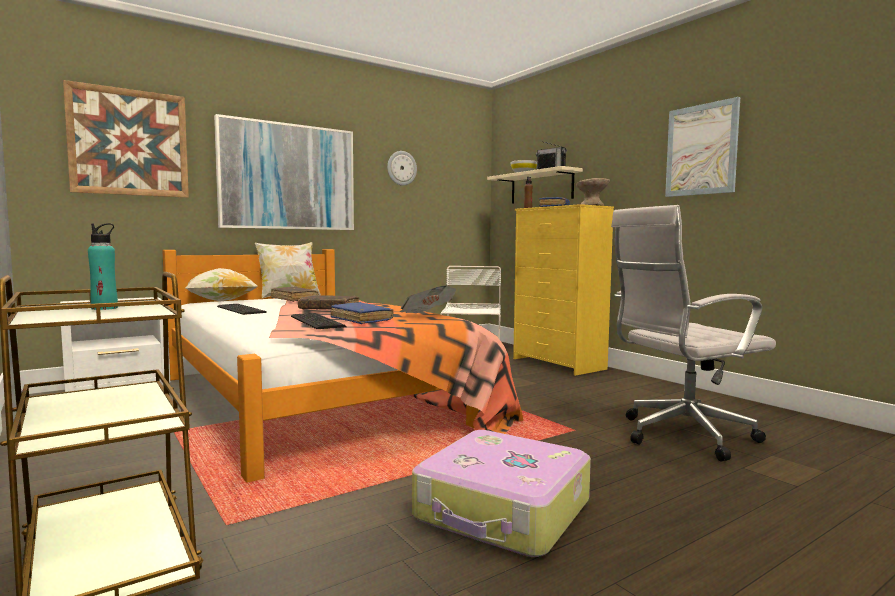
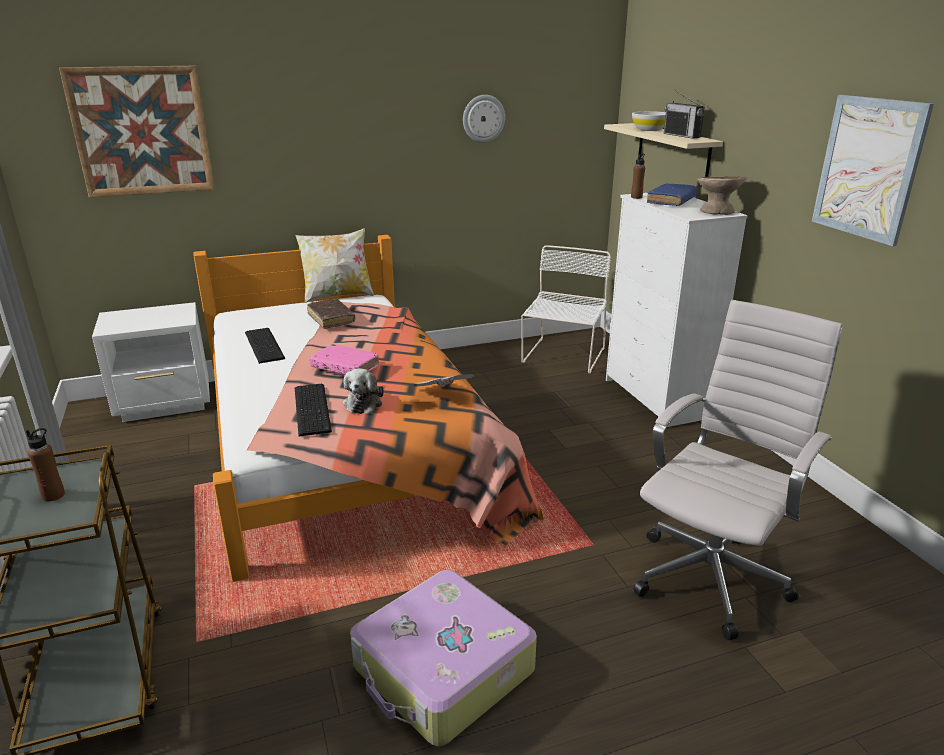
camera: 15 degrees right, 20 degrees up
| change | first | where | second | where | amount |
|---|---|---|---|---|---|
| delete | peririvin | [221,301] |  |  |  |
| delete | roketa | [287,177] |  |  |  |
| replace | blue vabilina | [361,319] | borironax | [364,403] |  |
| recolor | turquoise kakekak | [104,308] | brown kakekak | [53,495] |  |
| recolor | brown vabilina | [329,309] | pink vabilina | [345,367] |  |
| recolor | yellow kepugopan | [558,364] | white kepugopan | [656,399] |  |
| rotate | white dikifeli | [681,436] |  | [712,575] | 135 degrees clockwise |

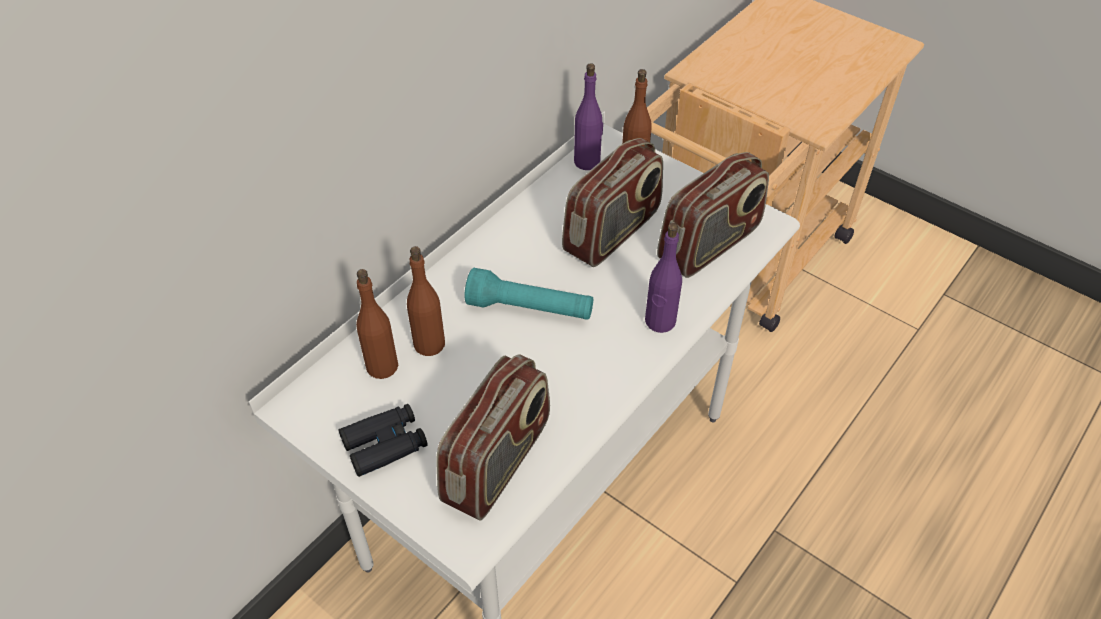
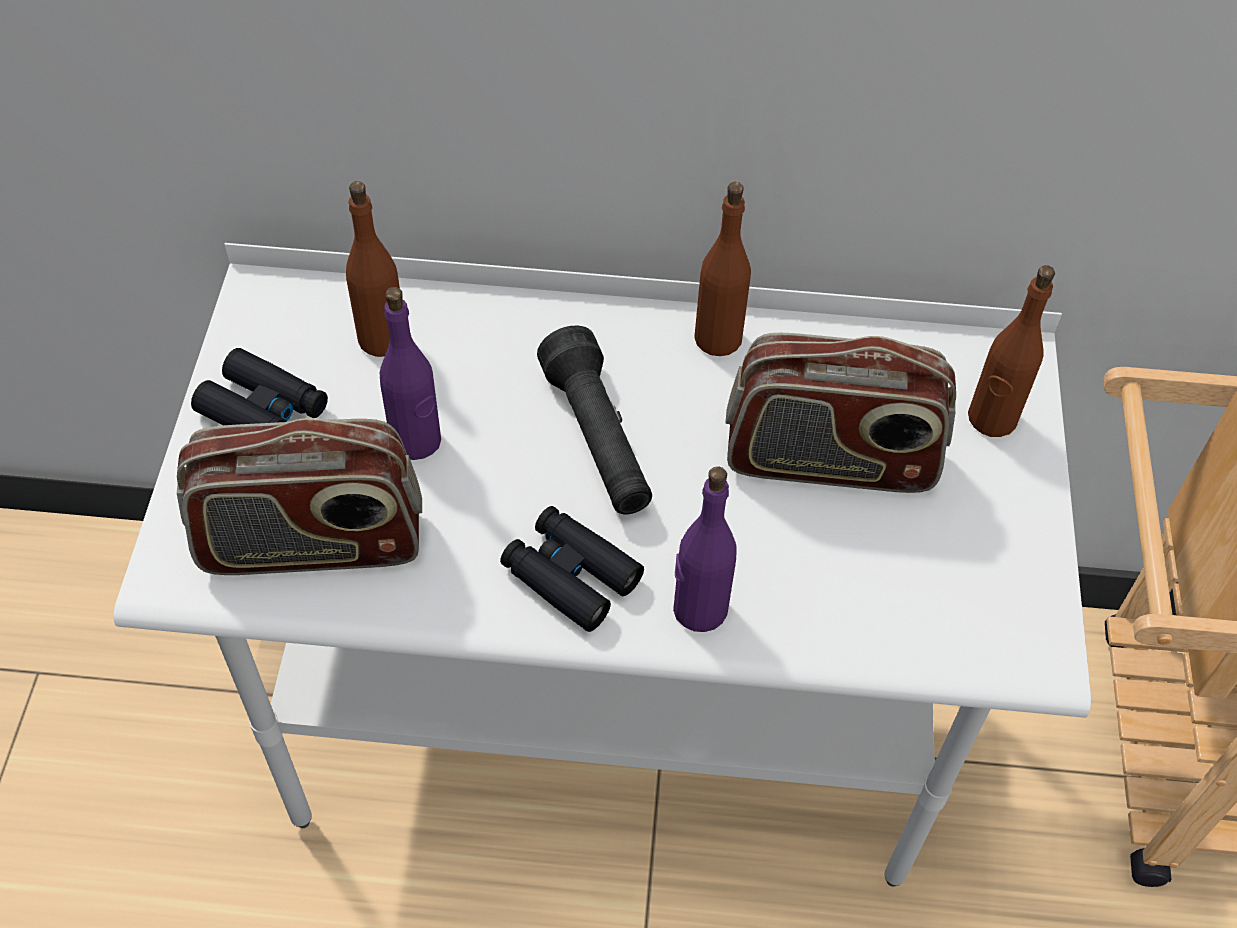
camera: 55 degrees right, 5 degrees up
| change | first | where | second | where | amount |
|---|---|---|---|---|---|
| delete | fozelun | [710,244] |  |  |  |
| insert |  |  | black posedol | [570,575] |  |
| move | brown kakekak | [429,343] |  | [718,338] |  |
| move | purple kakekak | [587,162] |  | [416,441] |  |
| recolor | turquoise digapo | [530,309] | black digapo | [598,440] |  |

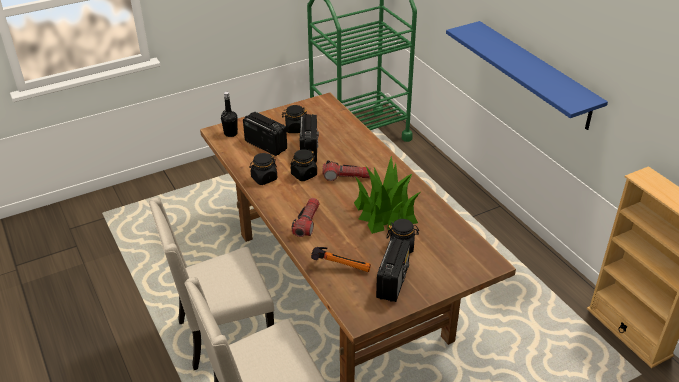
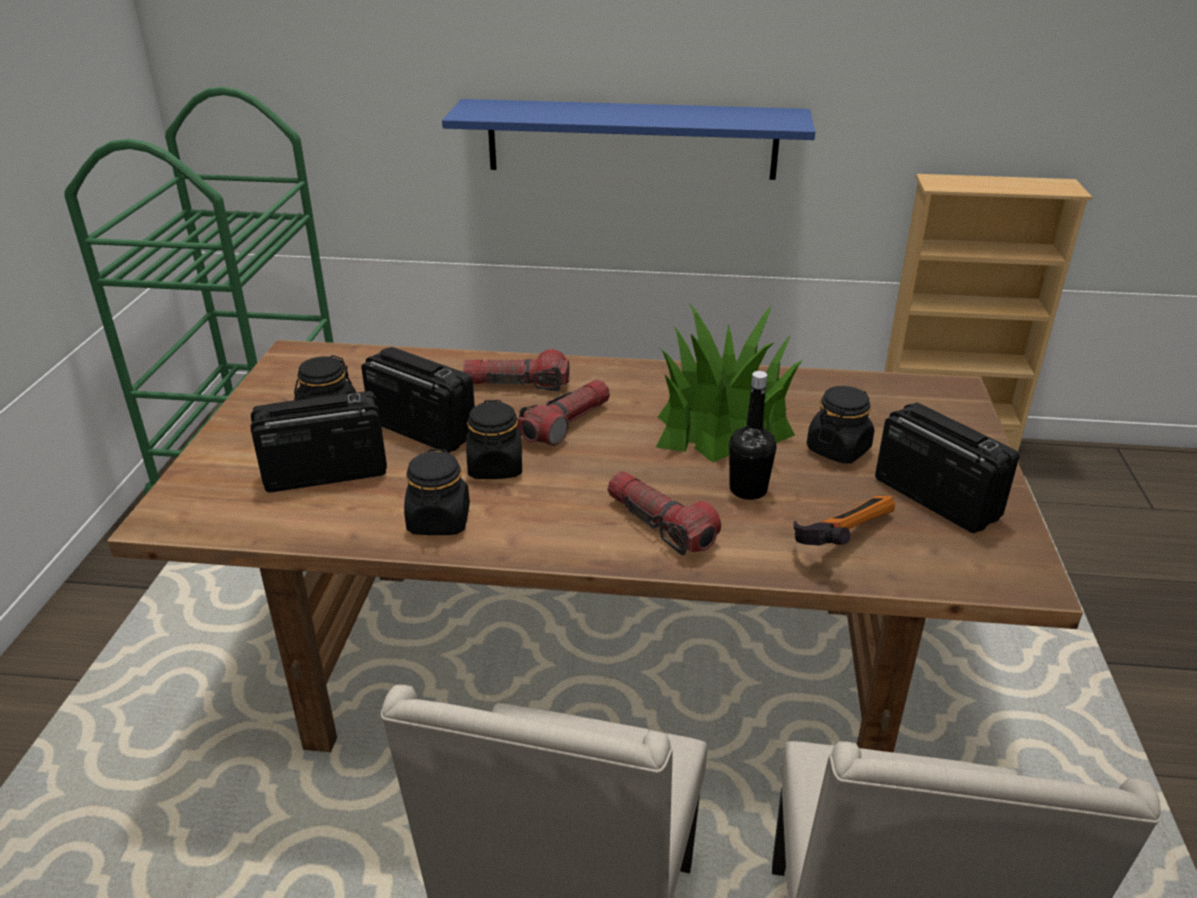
camera: 55 degrees left, 5 degrees down
| change | first | where | second | where | amount |
|---|---|---|---|---|---|
| insert |  |  | digapo | [517,385] |  |
| move | black kakekak | [230,133] |  | [748,490] |  |

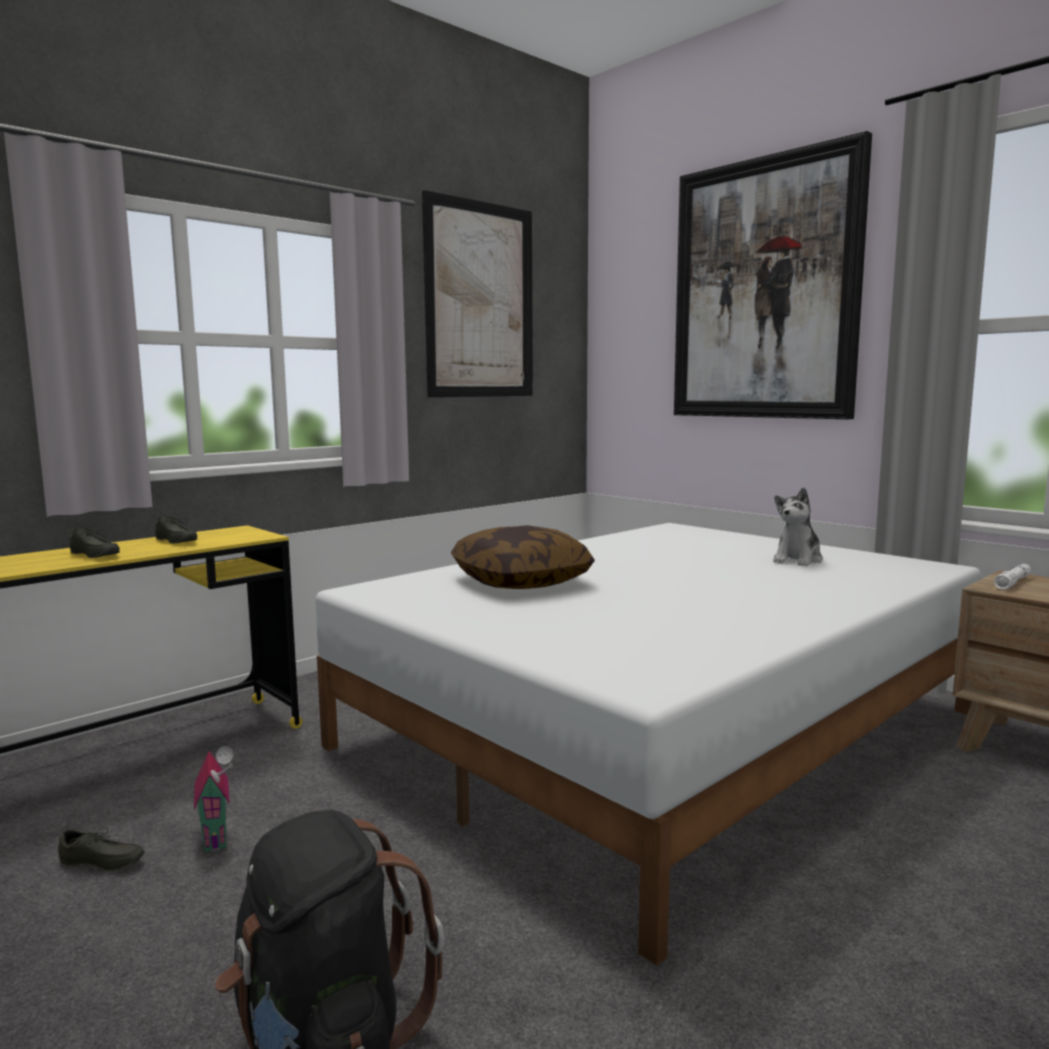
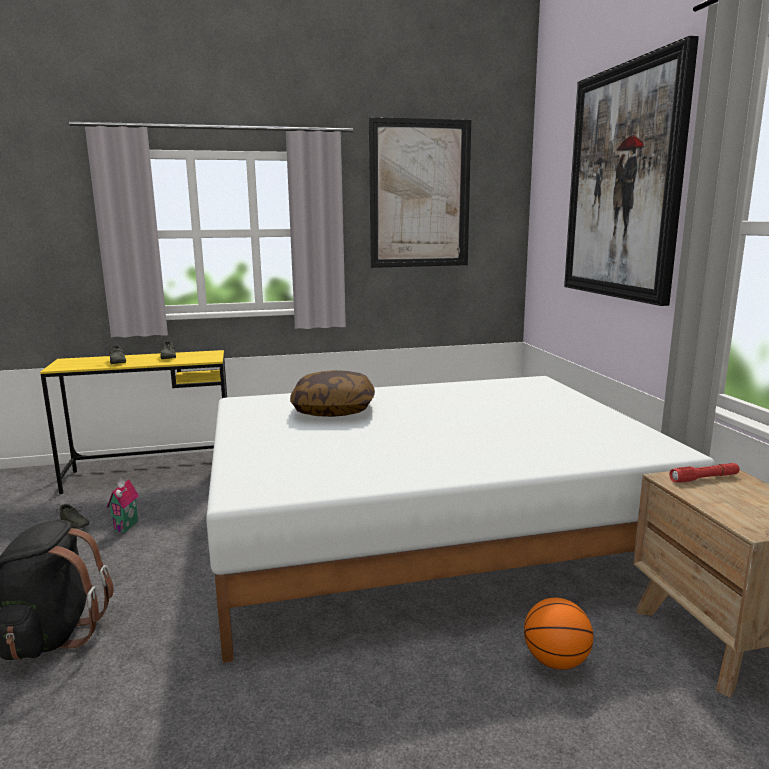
camera: 30 degrees right, 5 degrees up
| change | first | where | second | where | amount |
|---|---|---|---|---|---|
| delete | borironax | [798,560] |  |  |  |
| insert |  |  | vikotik | [556,661] |  |
| recolor | white digapo | [1013,583] | red digapo | [704,478] |  |

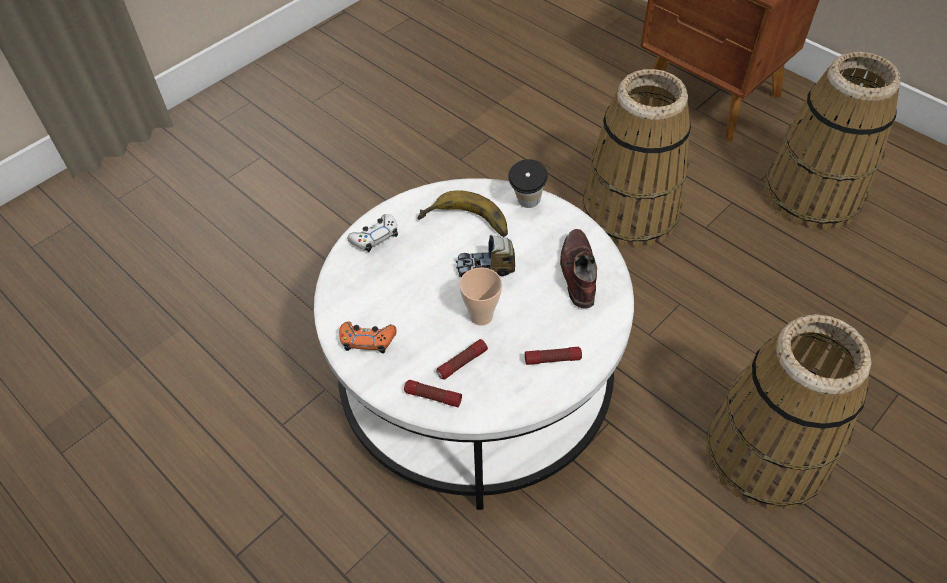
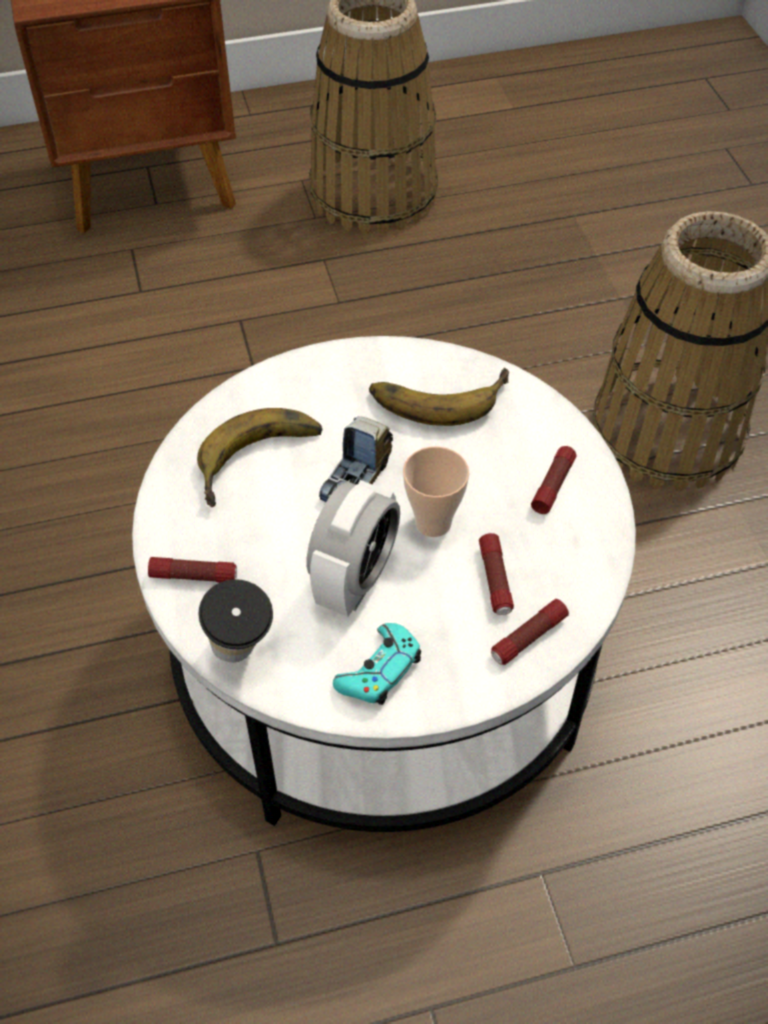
camera: 60 degrees left, 0 degrees up
| change | first | where | second | where | amount |
|---|---|---|---|---|---|
| delete | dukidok | [629,212] |  |  |  |
| insert |  |  | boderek | [355,580] |  |
| move | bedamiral | [526,205] |  | [242,654] |  |
| replace | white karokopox | [375,237] | digapo | [194,576] |  |
| replace | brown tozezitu | [578,272] | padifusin | [437,393] |  |
| recolor | orange karokopox | [367,340] | turquoise karokopox | [379,670] |  |

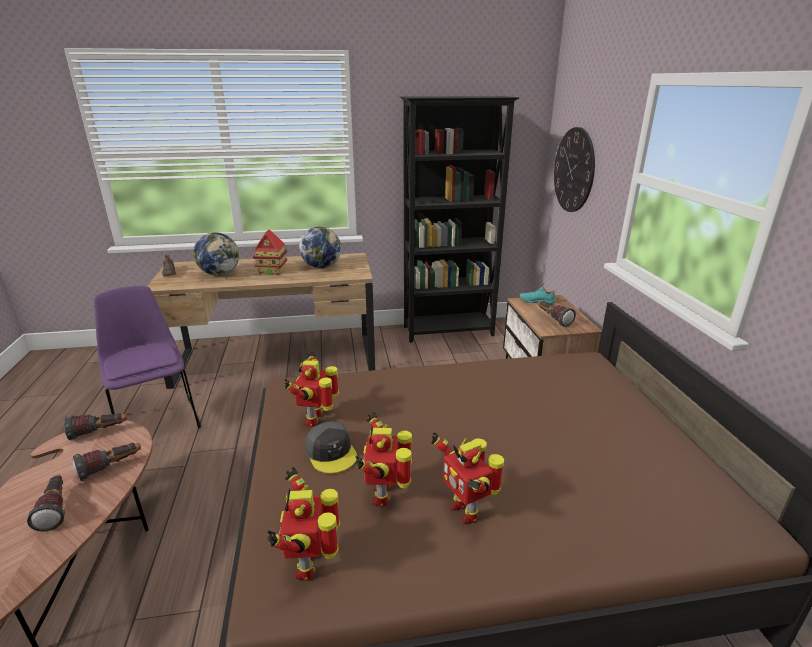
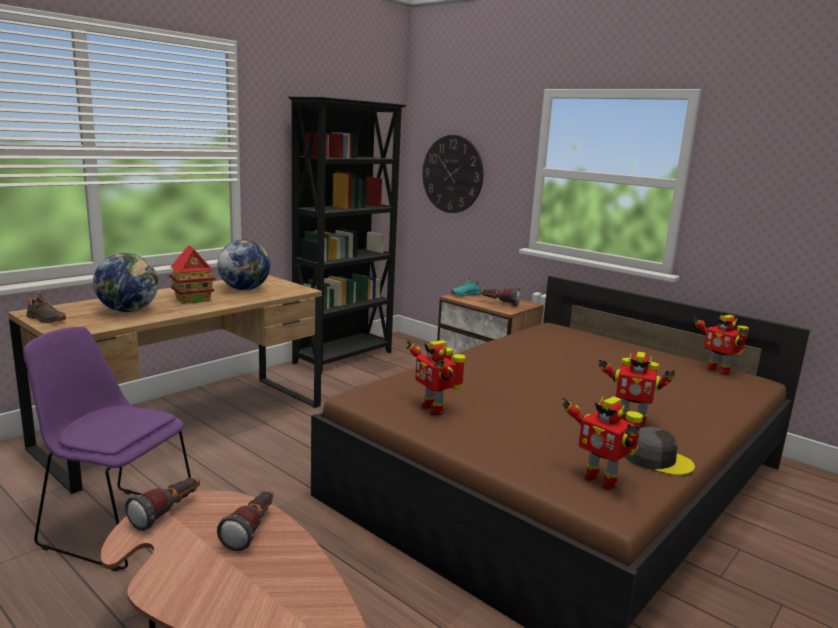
camera: 40 degrees left, 10 degrees down
| change | first | where | second | where | amount |
|---|---|---|---|---|---|
| delete | digapo | [56,509] |  |  |  |
| move | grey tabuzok | [331,452] |  | [657,460] |  |
| move | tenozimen | [384,494] |  | [718,370] |  |

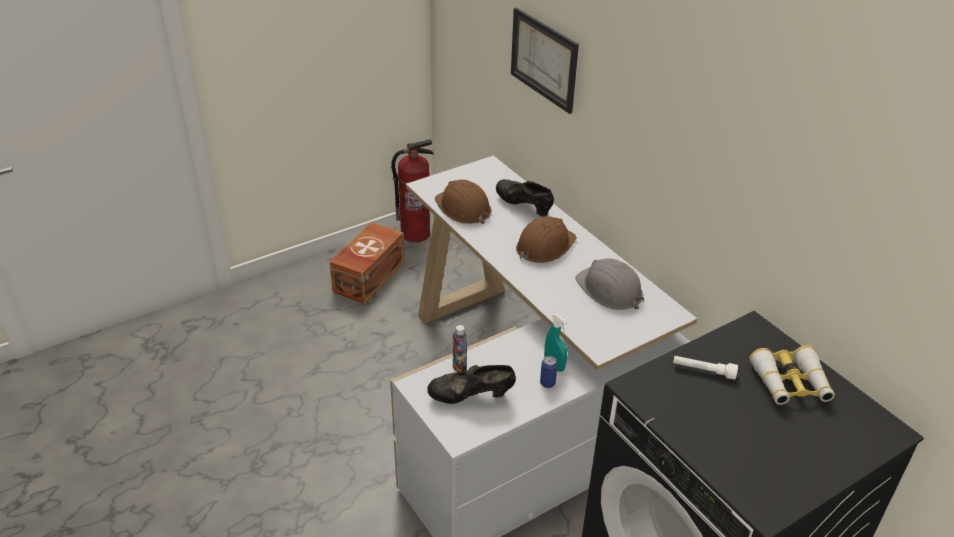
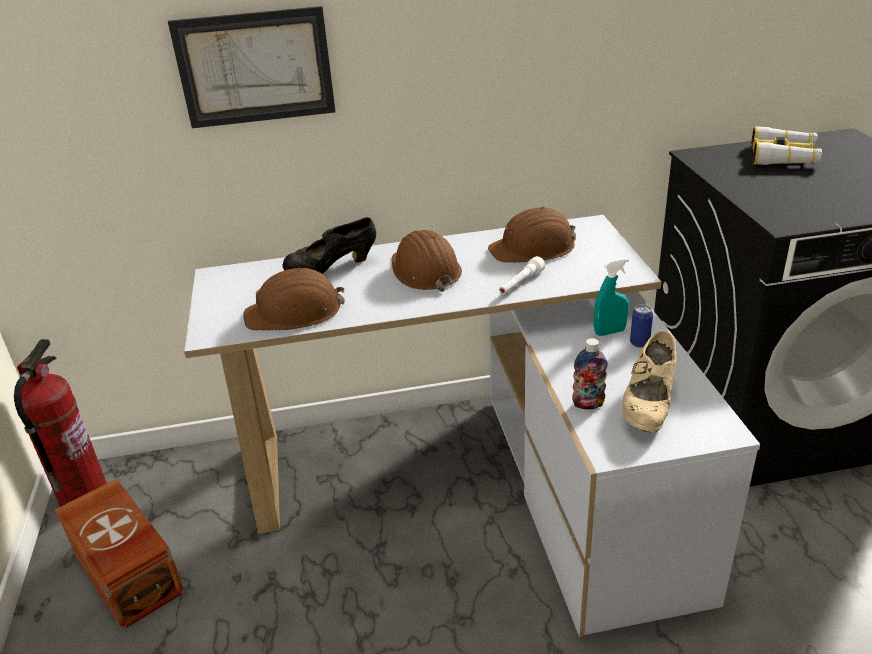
camera: 65 degrees left, 5 degrees down
| change | first | where | second | where | amount |
|---|---|---|---|---|---|
| move | white digapo | [703,371] |  | [521,283] |  |
| recolor | black tozezitu | [470,397] | beige tozezitu | [648,406] |  |
| recolor | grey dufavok | [609,290] | brown dufavok | [534,248] |  |

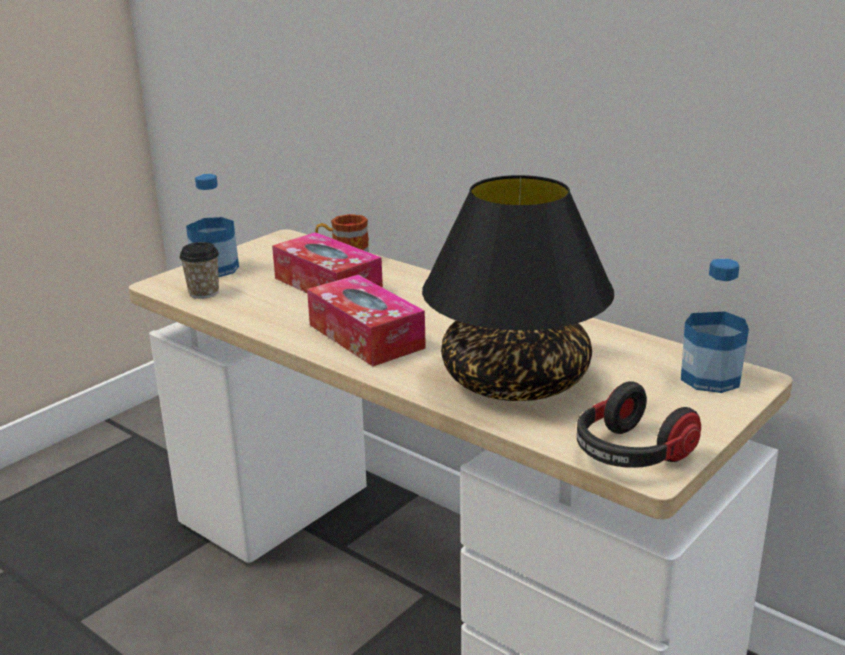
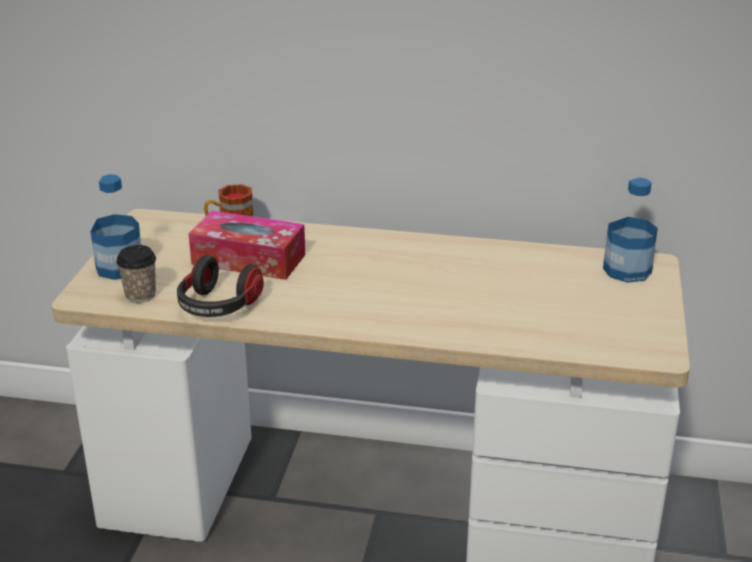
camera: 30 degrees left, 5 degrees up
| change | first | where | second | where | amount |
|---|---|---|---|---|---|
| delete | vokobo | [366,336] |  |  |  |
| delete | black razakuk | [515,382] |  |  |  |
| move | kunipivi | [630,454] |  | [218,307] |  |

